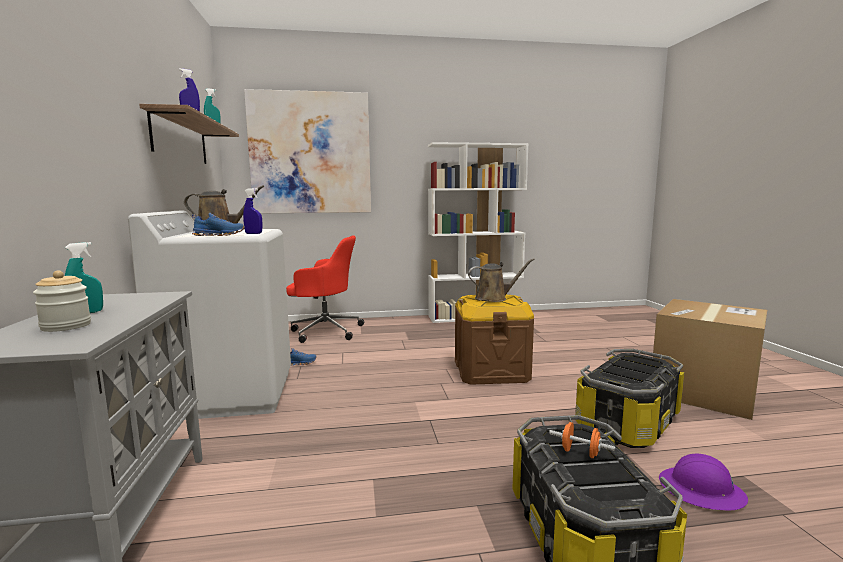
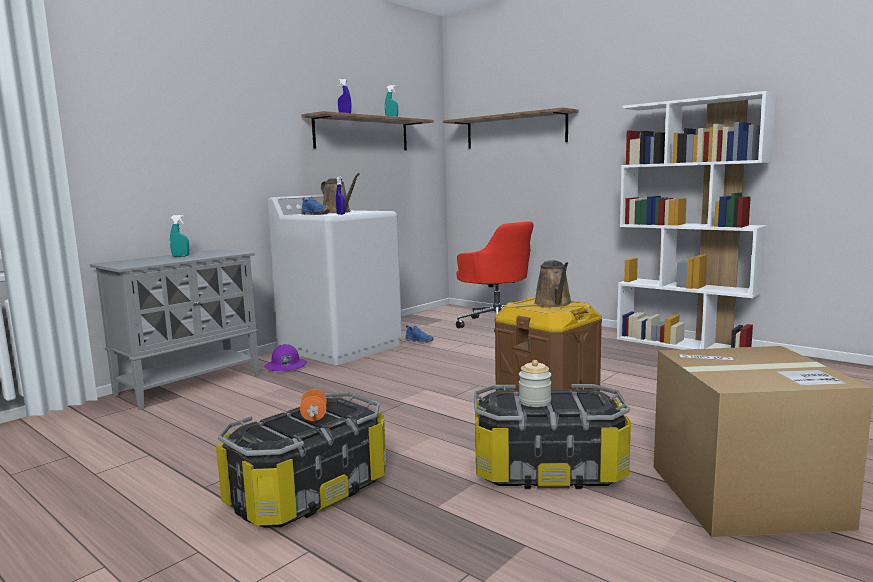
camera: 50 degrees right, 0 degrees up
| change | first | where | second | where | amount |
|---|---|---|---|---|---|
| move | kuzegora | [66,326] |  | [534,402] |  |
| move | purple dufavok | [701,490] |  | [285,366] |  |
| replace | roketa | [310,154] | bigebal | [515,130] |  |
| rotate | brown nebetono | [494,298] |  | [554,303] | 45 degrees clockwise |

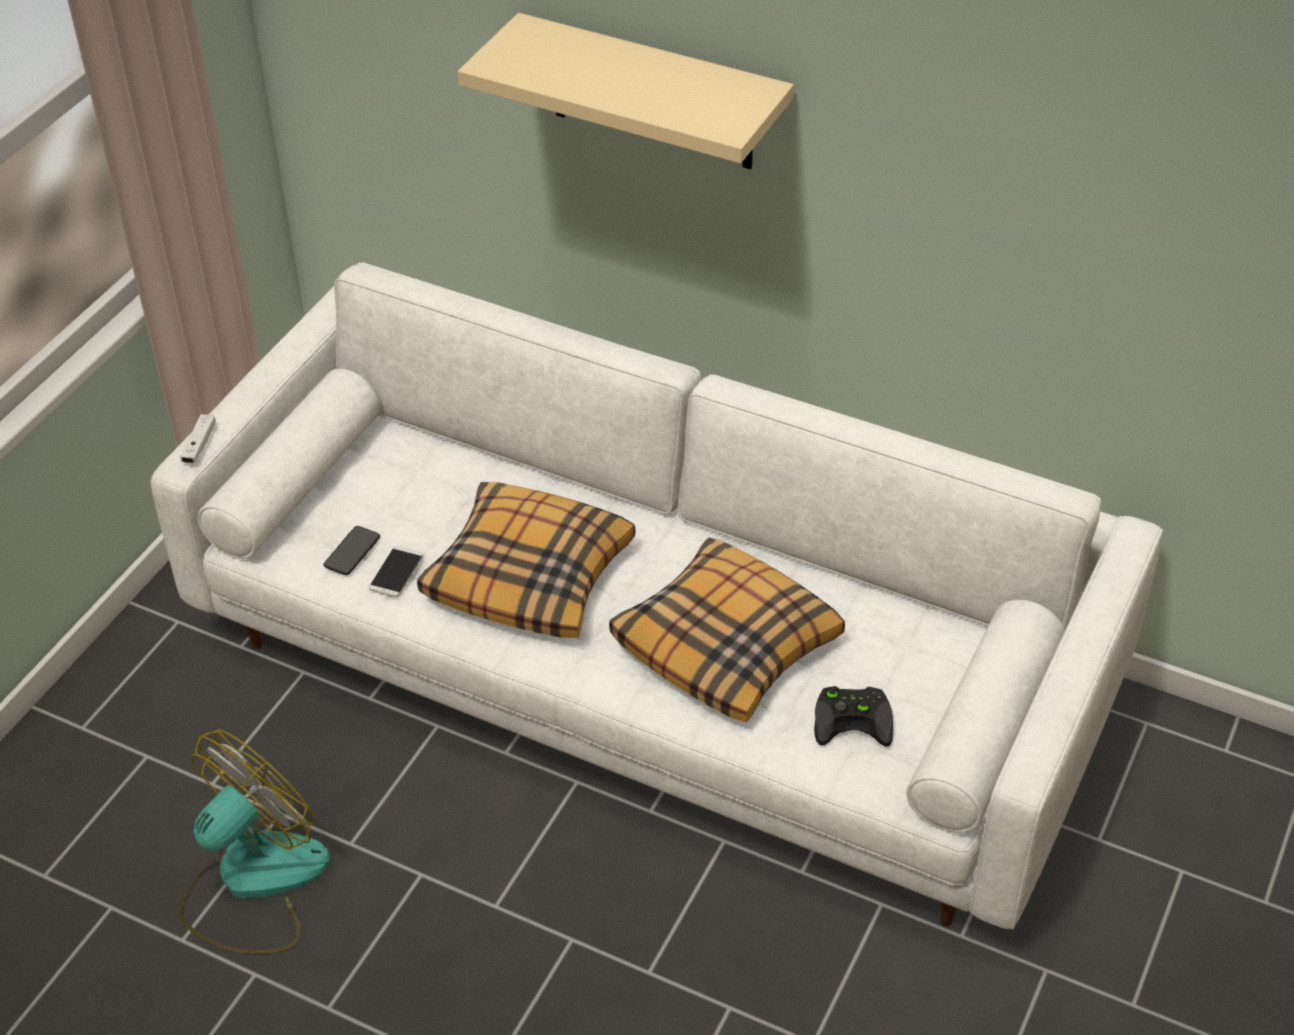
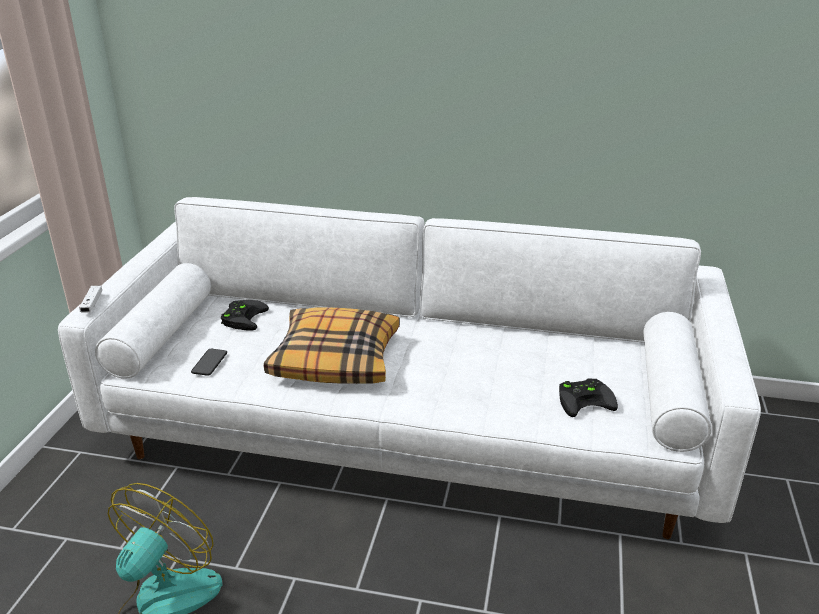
camera: 15 degrees left, 15 degrees down
| change | first | where | second | where | amount |
|---|---|---|---|---|---|
| delete | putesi | [396,572] |  |  |  |
| delete | beige bigebal | [652,94] |  |  |  |
| delete | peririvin | [727,644] |  |  |  |
| insert |  |  | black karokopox | [243,317] |  |

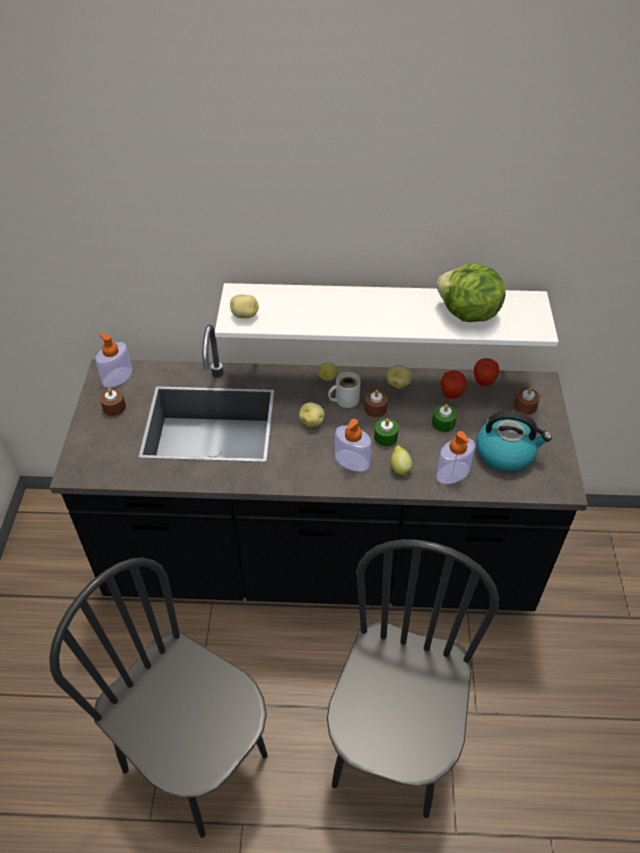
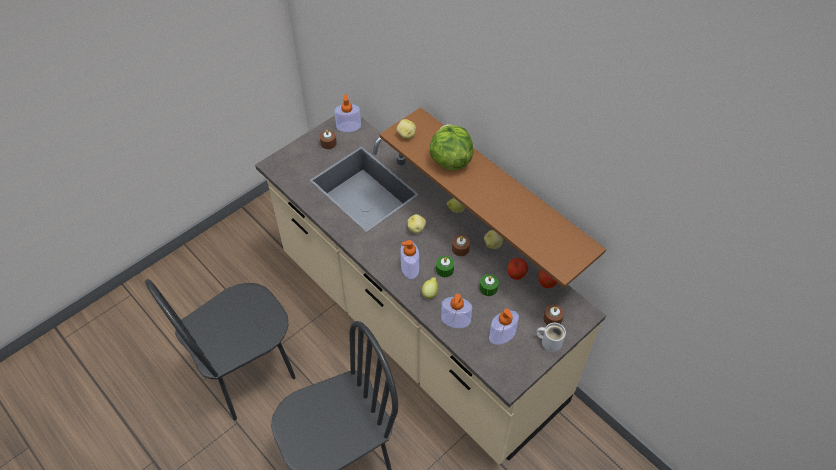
camera: 45 degrees right, 5 degrees up
| change | first | where | second | where | amount |
|---|---|---|---|---|---|
| move | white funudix | [344,399] |  | [550,341] |  |
| move | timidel | [467,314] |  | [450,160] |  |
| replace | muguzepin | [506,452] | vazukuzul | [502,335] |  |
| recolor | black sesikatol | [320,561] | beige sesikatol | [418,328] |  |
| recolor | white bigebal | [382,313] | brown bigebal | [504,190] |  |
| rotate | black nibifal | [196,761] |  | [248,374] | 120 degrees counterclockwise |

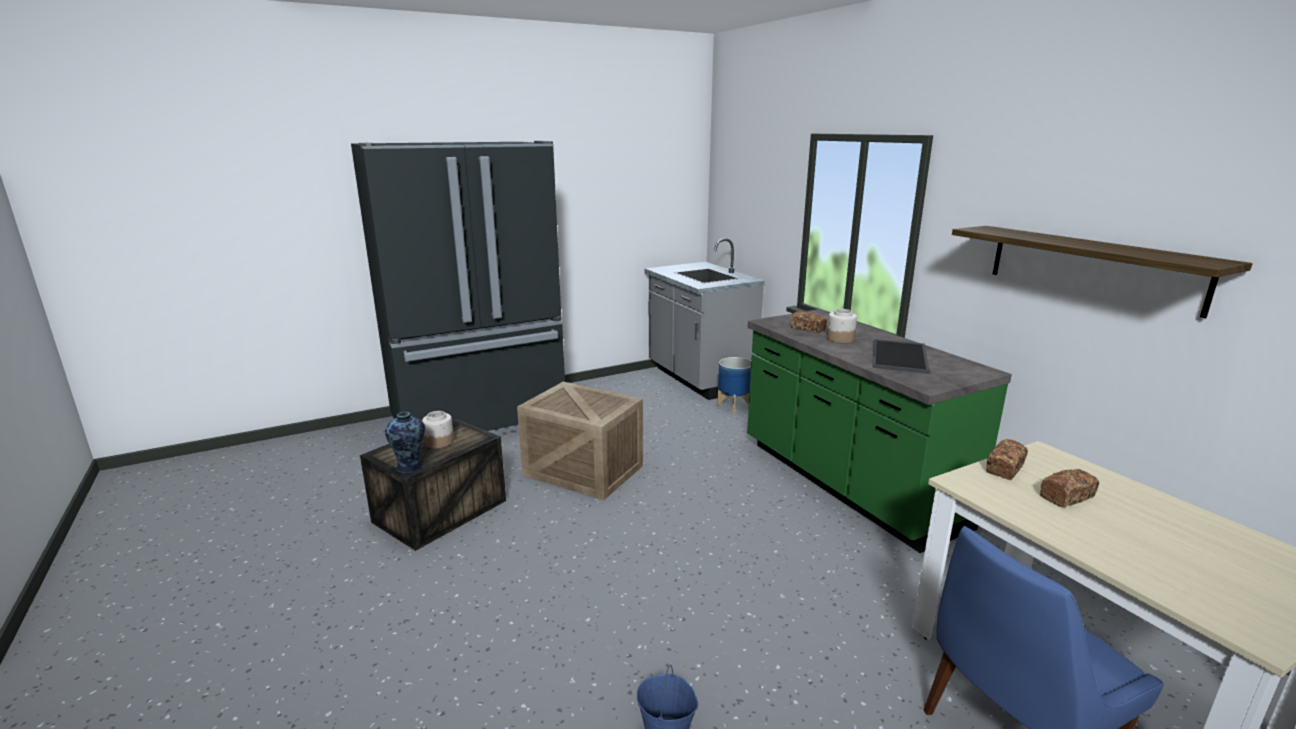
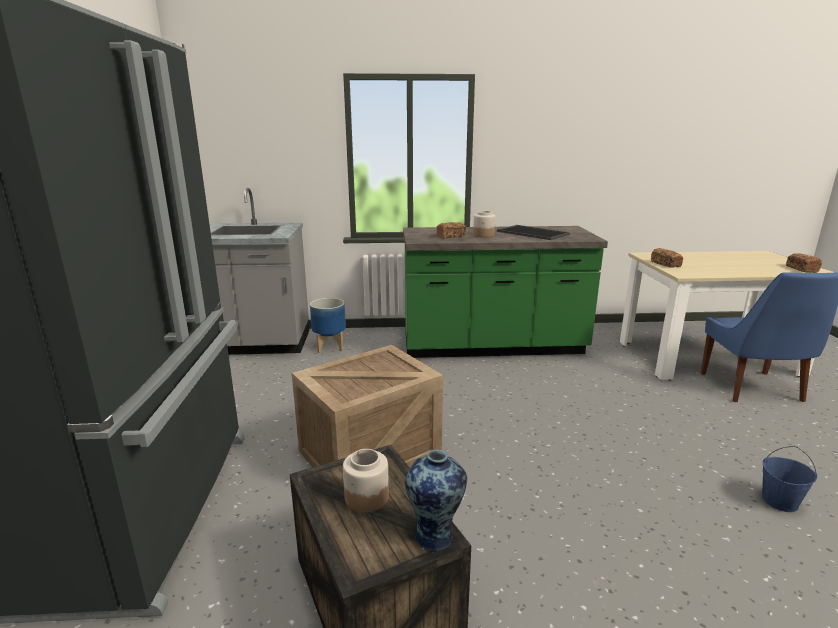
camera: 65 degrees left, 0 degrees up
| change | first | where | second | where | amount |
|---|---|---|---|---|---|
| delete | bigebal | [1092,267] |  |  |  |
| move | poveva | [1066,497] |  | [801,269] |  |

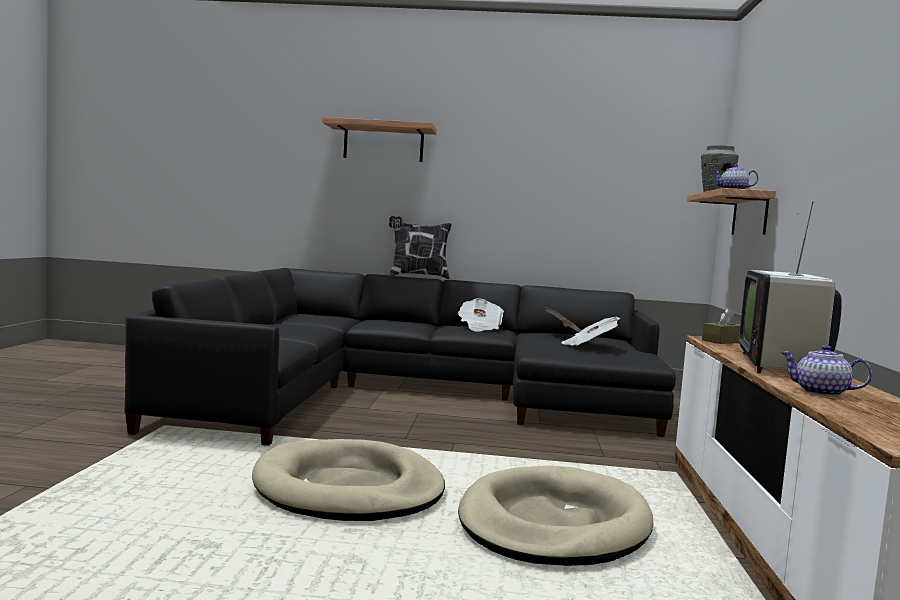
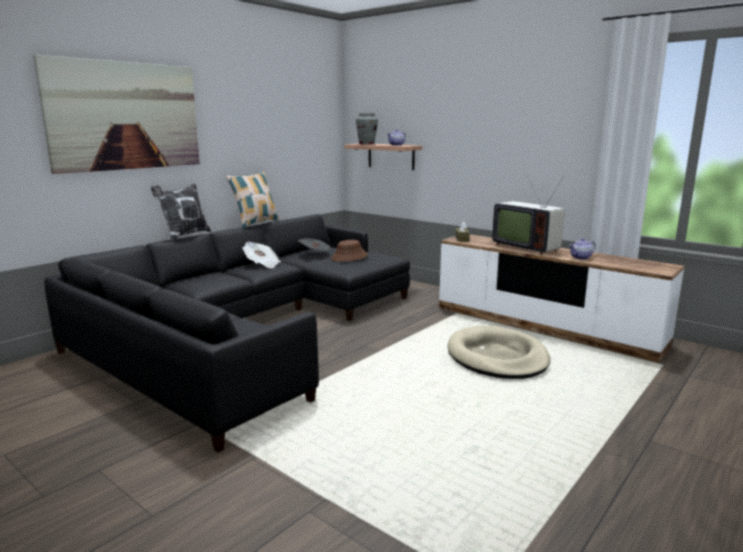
camera: 55 degrees left, 10 degrees up
| change | first | where | second | where | amount |
|---|---|---|---|---|---|
| delete | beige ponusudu | [348,489] |  |  |  |
| insert |  |  | peririvin | [255,223] |  |
| replace | bigebal | [383,143] | roketa | [125,116] |  |
| replace | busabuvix | [589,346] | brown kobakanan | [349,257] |  |

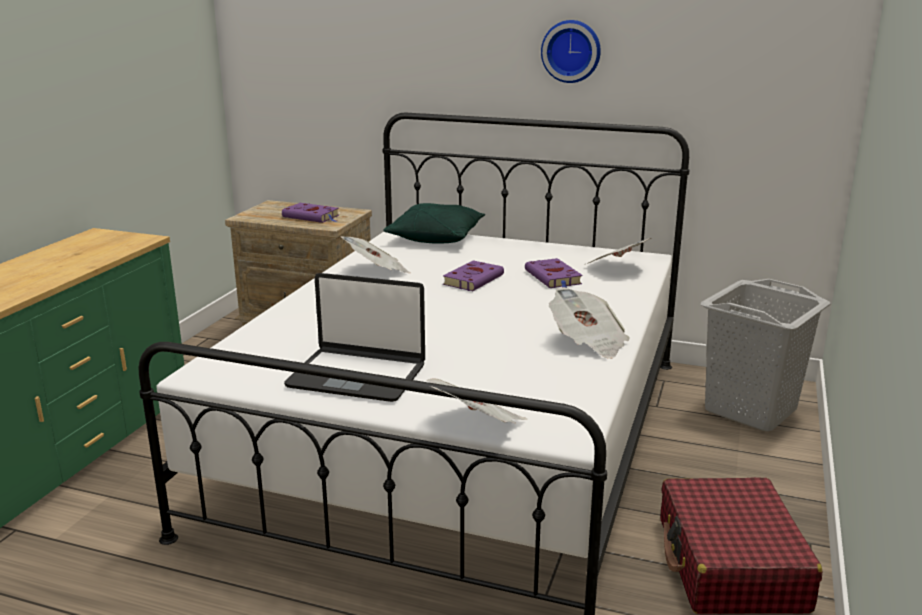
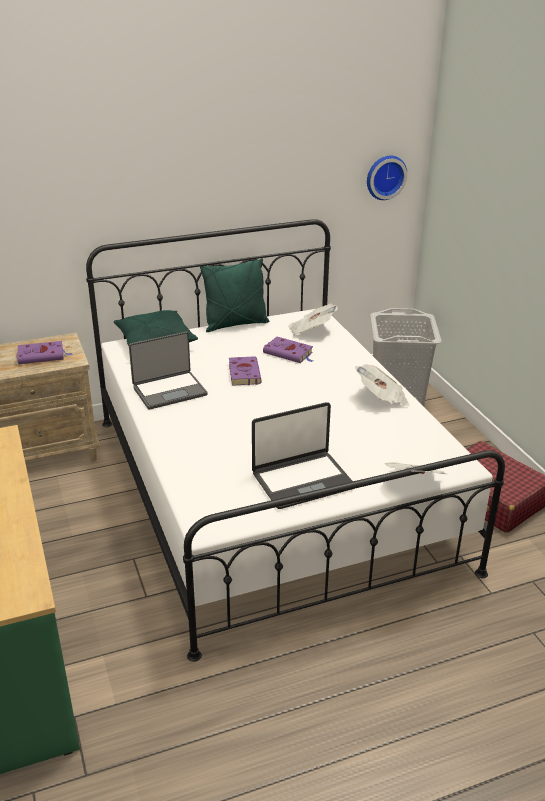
camera: 40 degrees left, 10 degrees up
| change | first | where | second | where | amount |
|---|---|---|---|---|---|
| insert |  |  | green peririvin | [235,324] |  |
| move | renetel | [571,51] |  | [385,176] |  |
| replace | busabuvix | [377,272] | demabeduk | [169,391] |  |

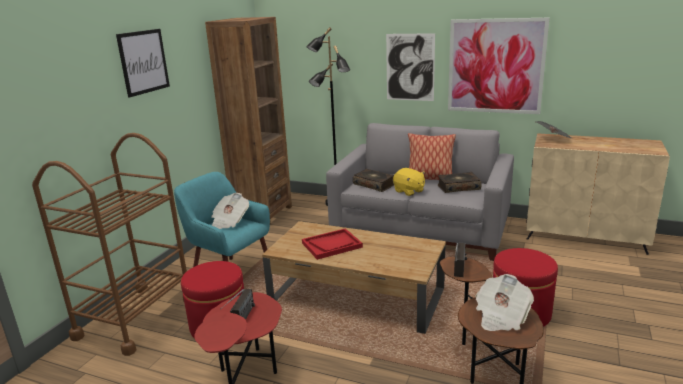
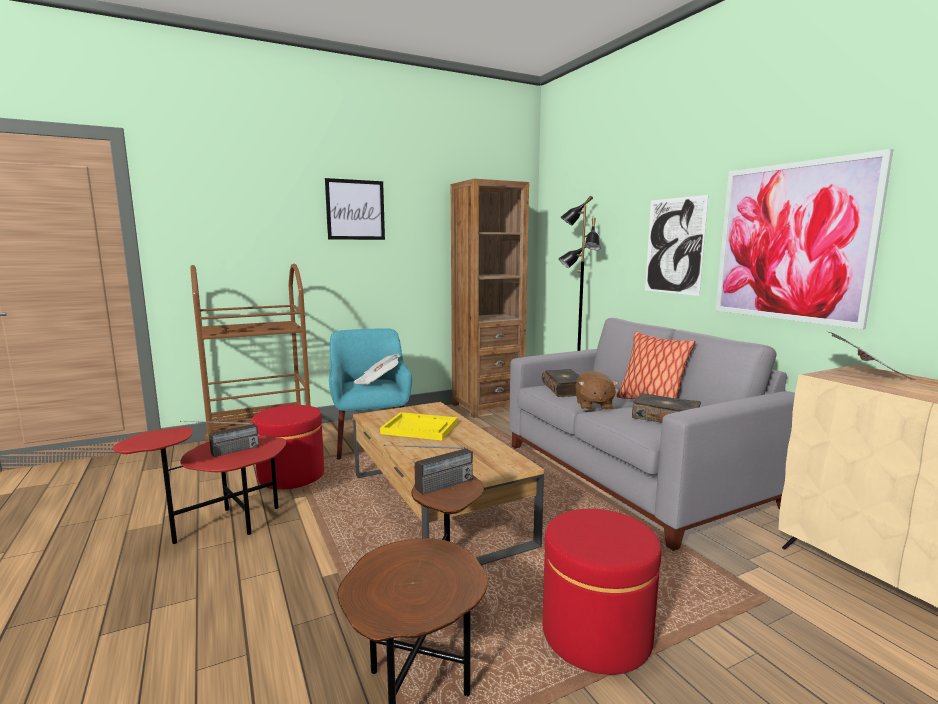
camera: 40 degrees right, 10 degrees down
| change | first | where | second | where | amount |
|---|---|---|---|---|---|
| delete | busabuvix | [501,316] |  |  |  |
| recolor | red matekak | [332,245] | yellow matekak | [420,428] |  |
| recolor | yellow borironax | [409,191] | brown borironax | [593,406] |  |

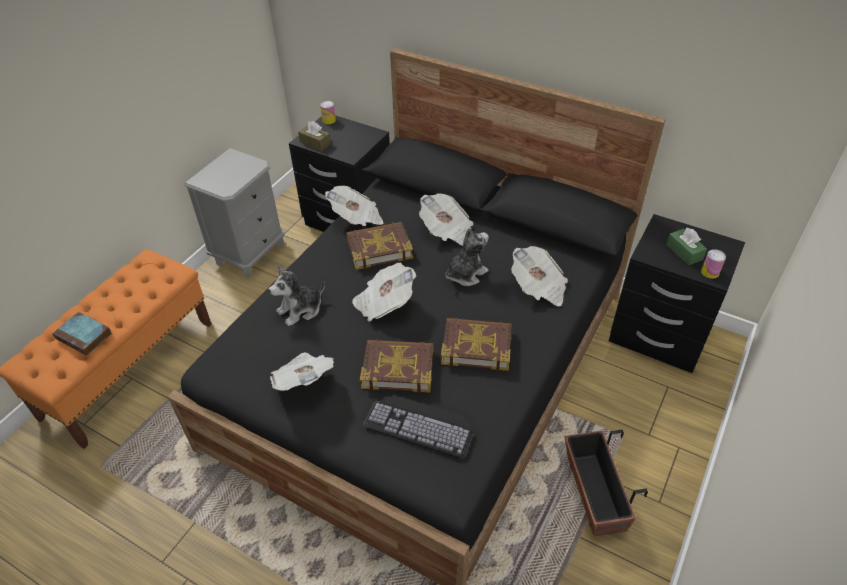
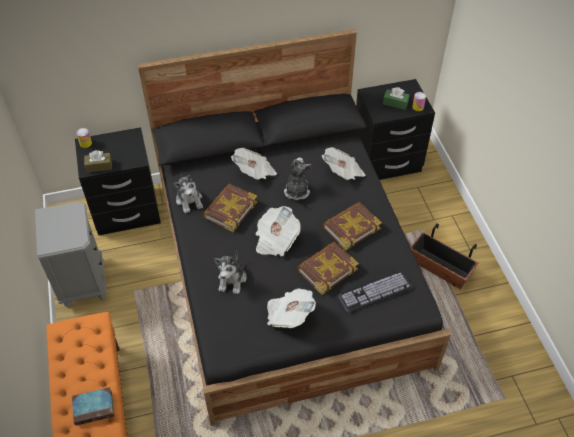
camera: 45 degrees left, 5 degrees up
| change | first | where | second | where | amount |
|---|---|---|---|---|---|
| replace | busabuvix | [356,218] | borironax | [189,200] |  |

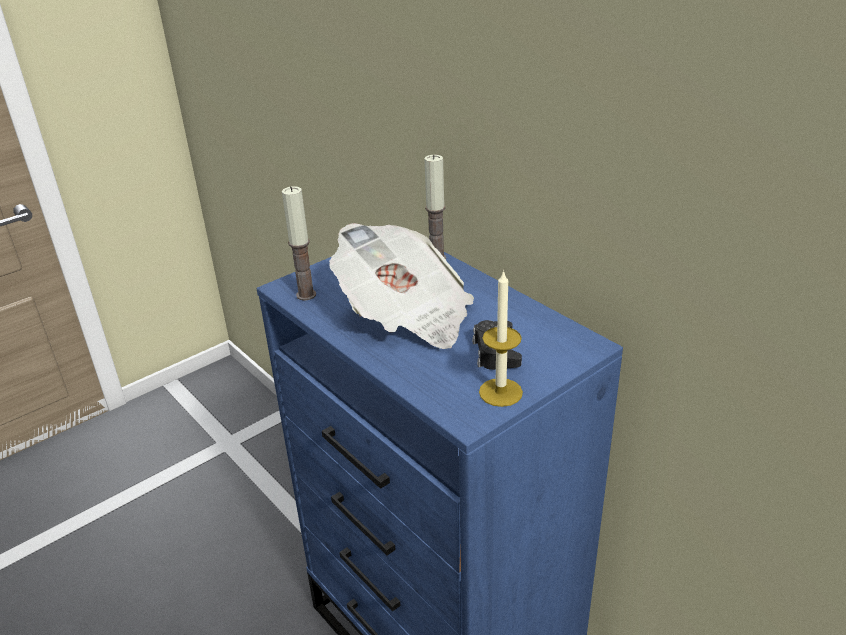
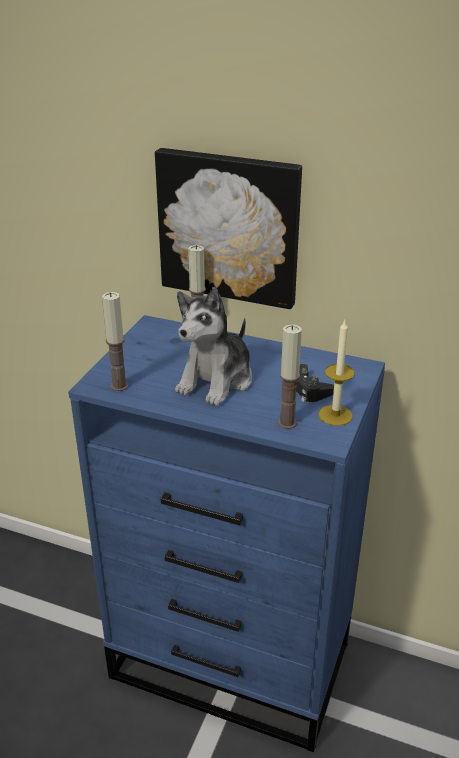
camera: 30 degrees left, 0 degrees up
| change | first | where | second | where | amount |
|---|---|---|---|---|---|
| insert |  |  | roketa | [229,227] |  |
| insert |  |  | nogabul | [287,423] |  |
| replace | busabuvix | [406,315] | borironax | [217,381] |  |

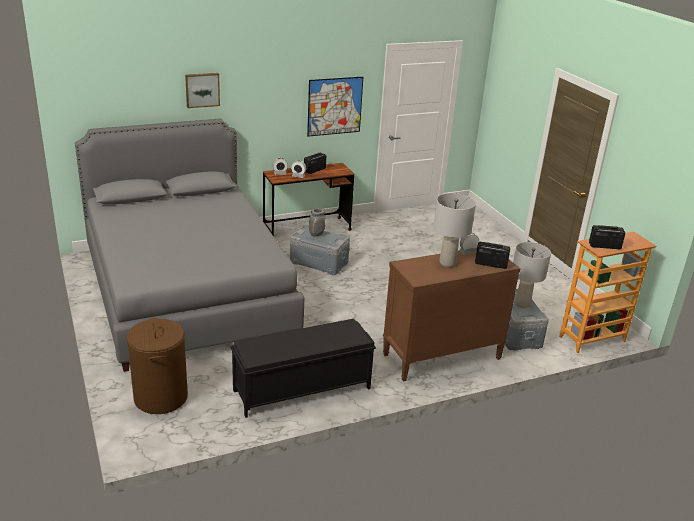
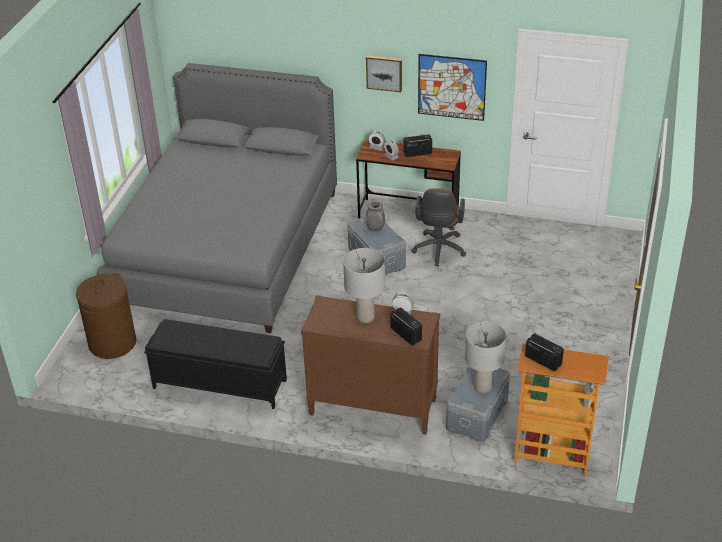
camera: 40 degrees right, 10 degrees up
| change | first | where | second | where | amount |
|---|---|---|---|---|---|
| insert |  |  | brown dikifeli | [438,251] |  |
| move | roketa | [202,89] |  | [384,72] |  |

